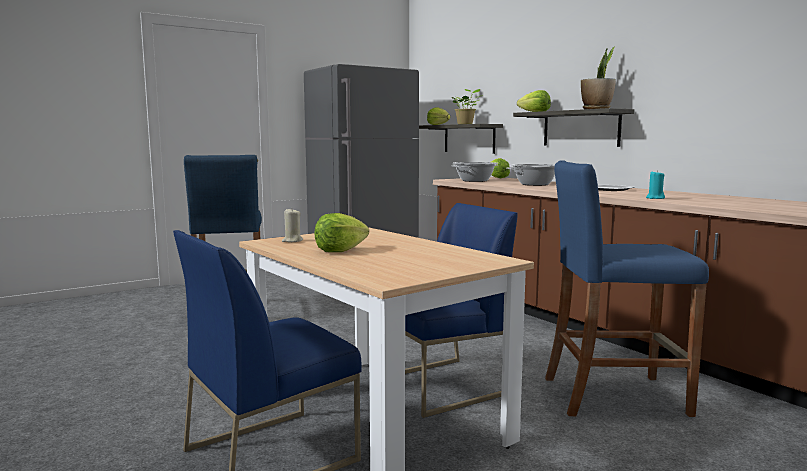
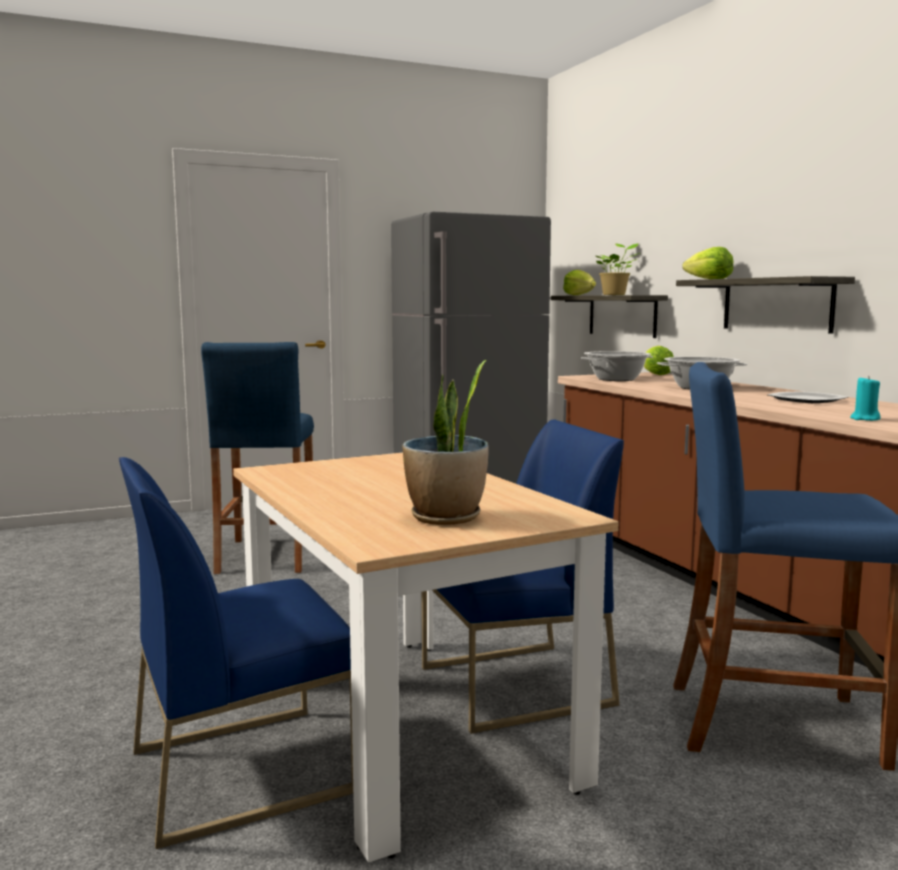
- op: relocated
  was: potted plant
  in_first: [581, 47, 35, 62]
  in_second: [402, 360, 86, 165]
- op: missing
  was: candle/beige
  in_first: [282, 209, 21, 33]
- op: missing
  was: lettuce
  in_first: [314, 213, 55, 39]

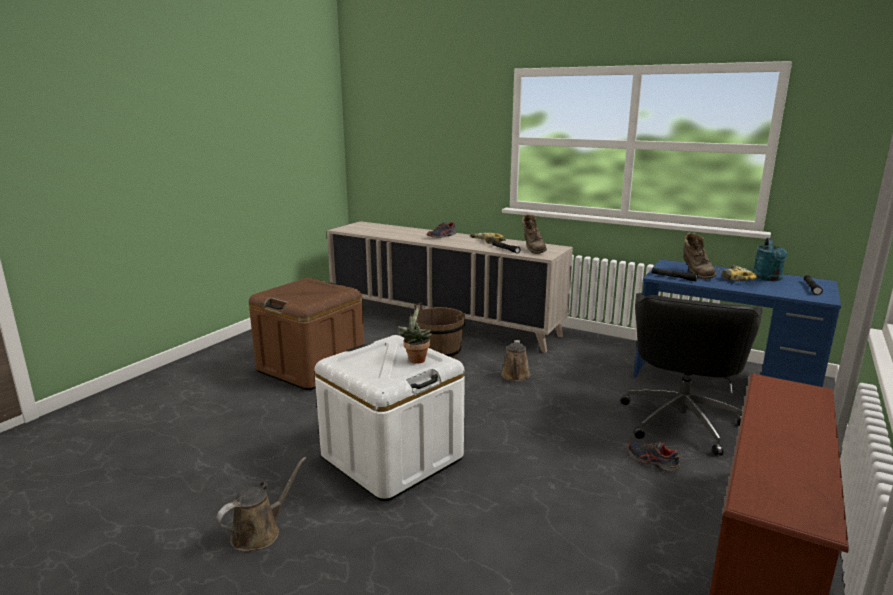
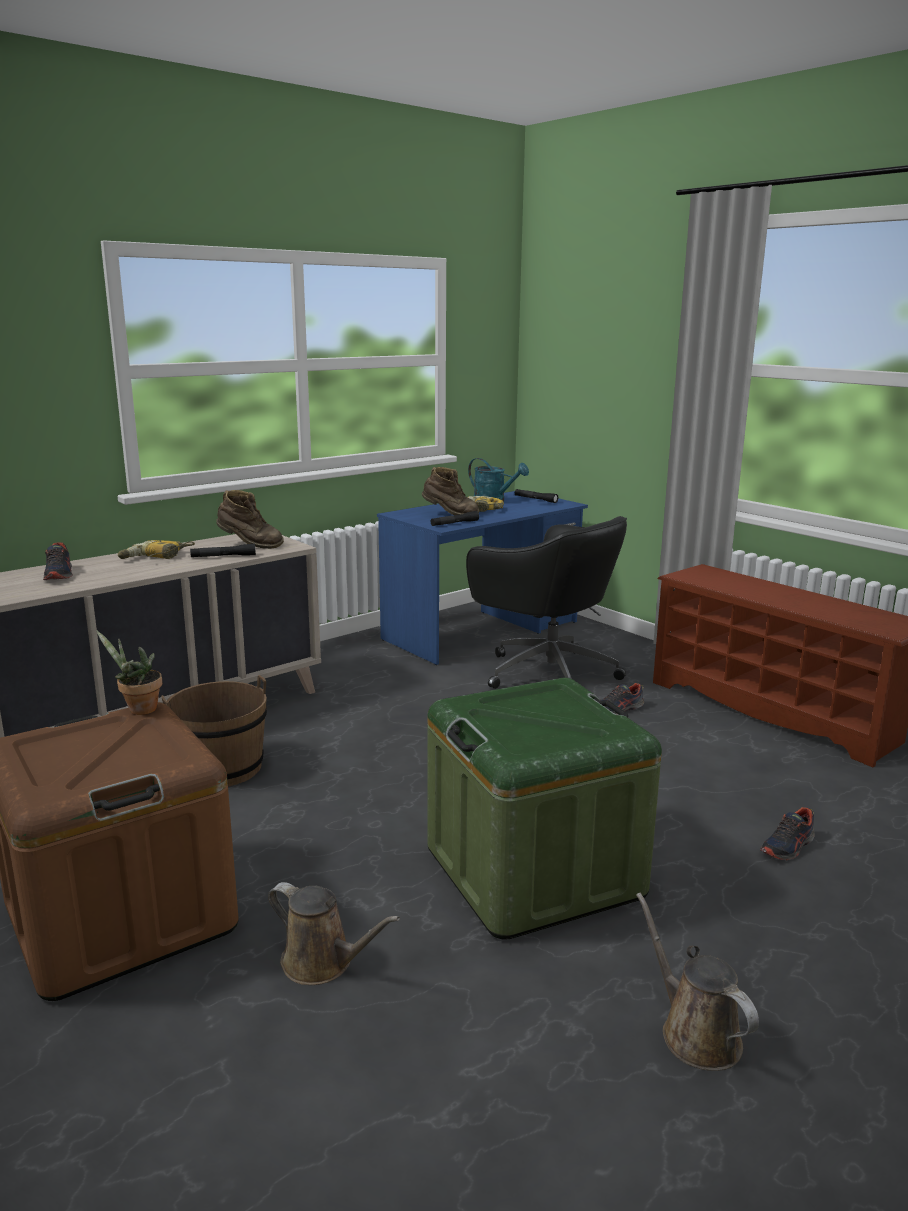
- op: relocated
  was: potted plant
  in_first: [397, 305, 35, 59]
  in_second: [96, 630, 66, 85]
- op: relocated
  was: watering can/brown
  in_first: [501, 340, 29, 41]
  in_second: [268, 882, 132, 103]
- op: colour
  was: storage box/white
  now: storage box/green
  in_first: [314, 335, 151, 166]
  in_second: [427, 678, 235, 262]
- op: appeared
  now: shoe
  in_second: [760, 807, 55, 53]

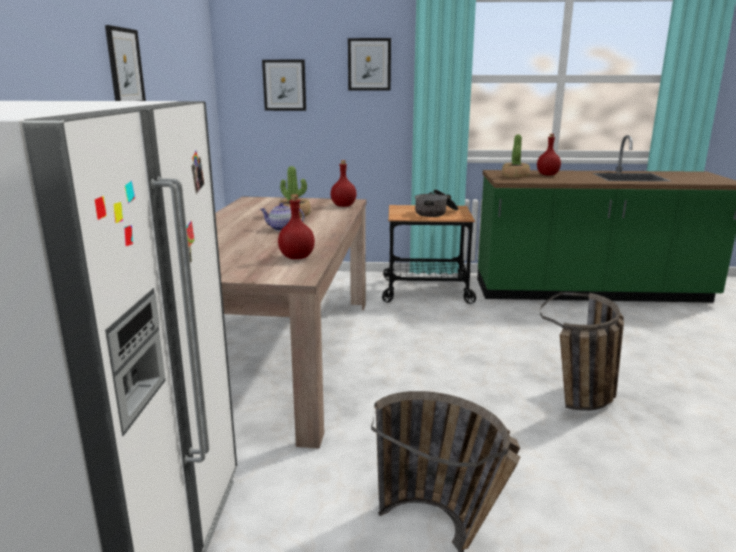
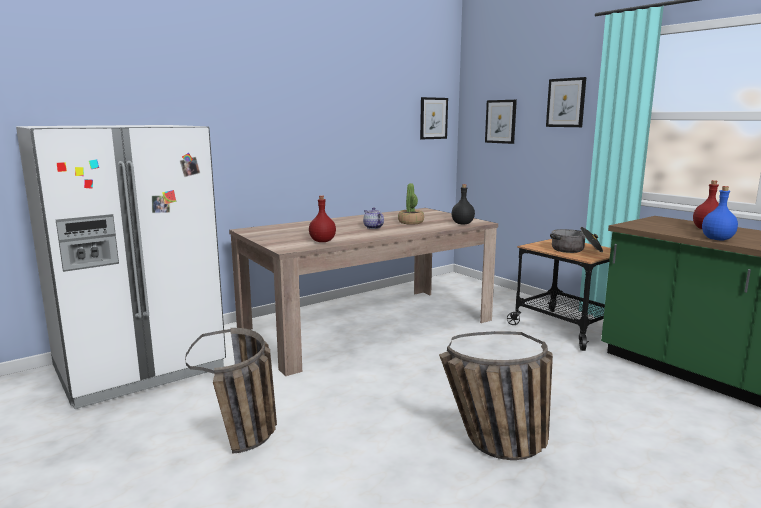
- op: relocated
  was: picture
  in_first: [105, 25, 41, 76]
  in_second: [420, 97, 28, 43]
- op: colour
  was: bottle/red
  now: bottle/black
  in_first: [331, 160, 26, 47]
  in_second: [451, 184, 24, 40]
- op: appeared
  now: bottle/blue
  in_second: [702, 186, 36, 54]
- op: missing
  was: potted plant
  in_first: [502, 134, 28, 44]

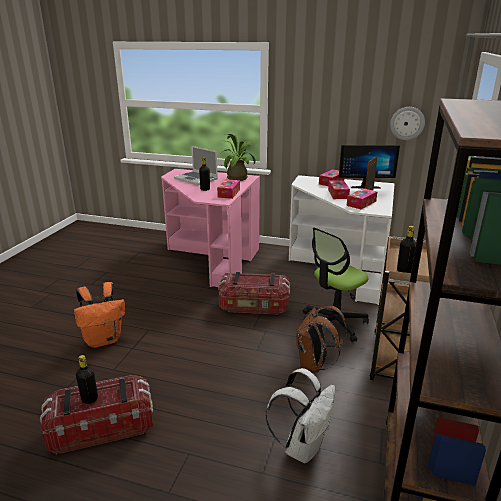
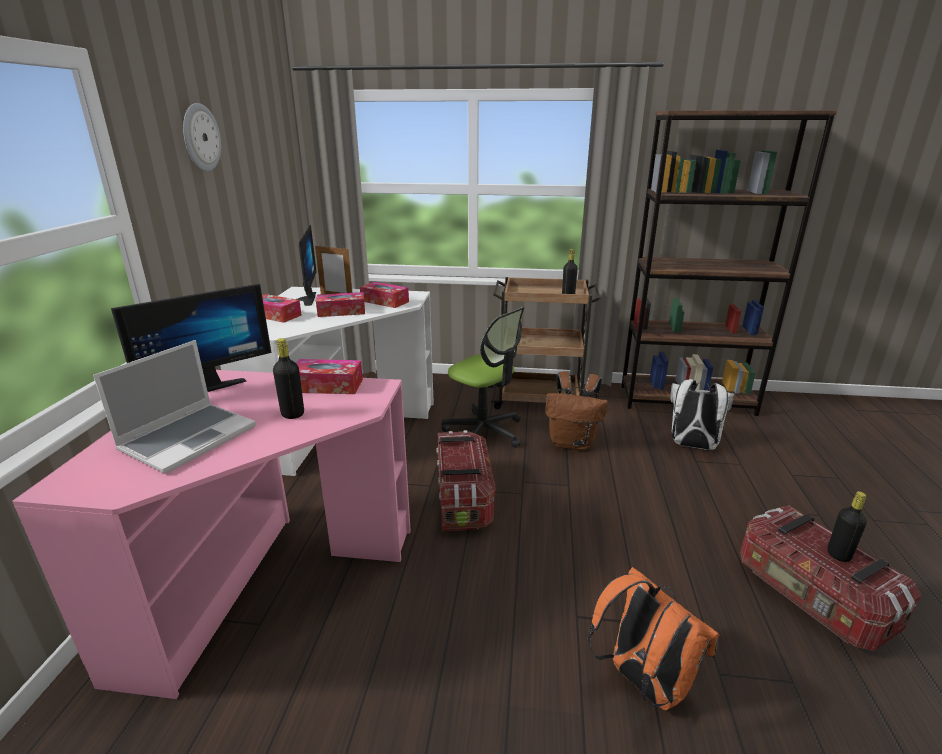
- op: exchanged
  was: potted plant
  now: monitor
  in_first: [221, 134, 35, 47]
  in_second: [111, 284, 161, 108]
- op: relocated
  was: wall clock
  in_first: [390, 107, 35, 33]
  in_second: [183, 103, 38, 68]

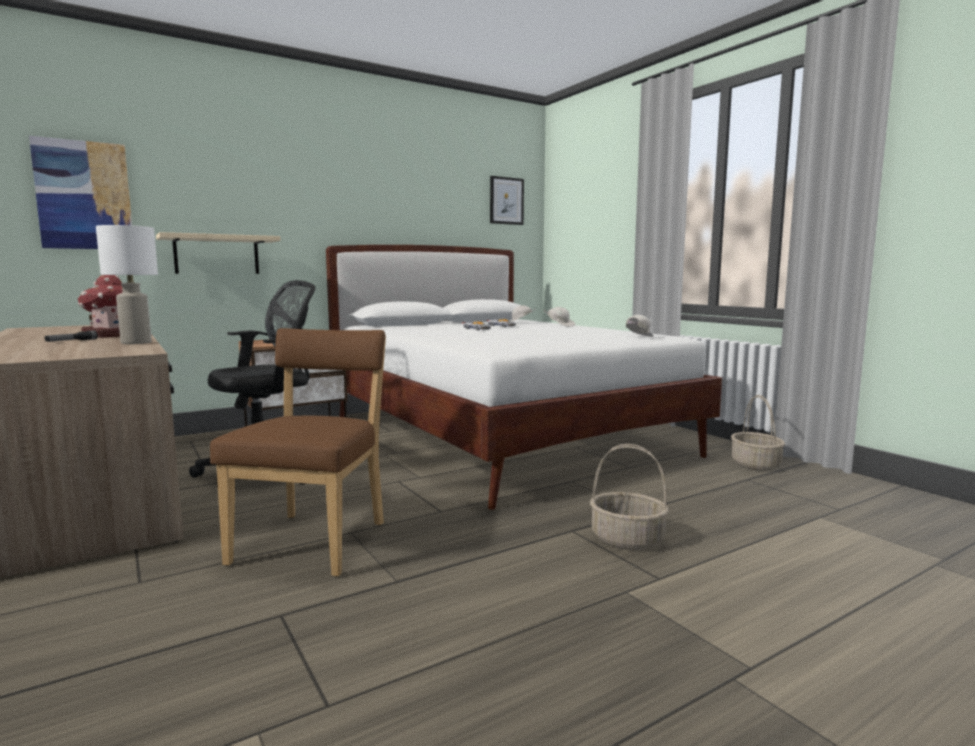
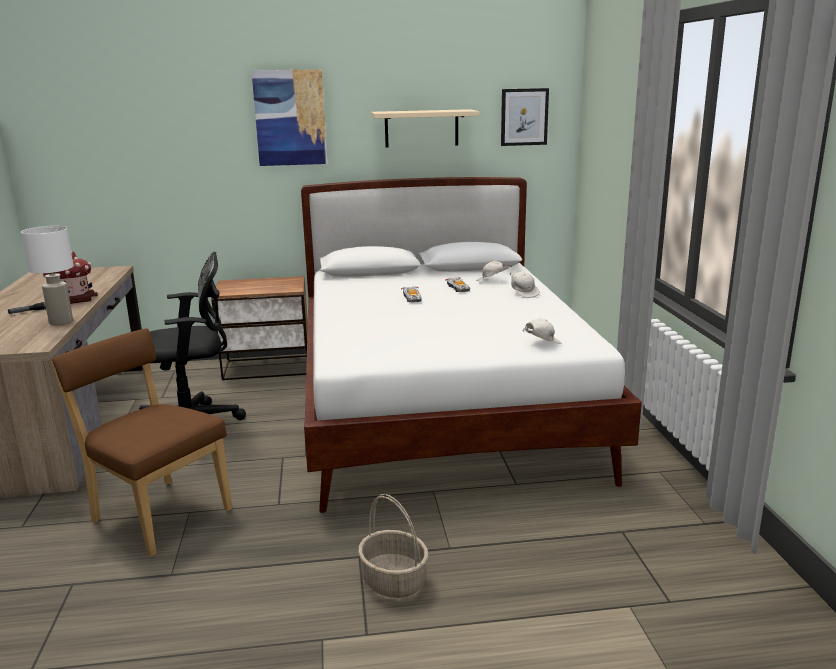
- op: spun
  was: chair/brown
  in_first: [210, 328, 176, 249]
  in_second: [51, 328, 181, 229]
  clockwise: -90
- op: relocated
  was: picture
  in_first: [29, 136, 103, 113]
  in_second: [252, 69, 75, 97]
- op: relocated
  was: shelf/beige
  in_first: [156, 232, 125, 42]
  in_second: [371, 109, 108, 39]
- op: missing
  was: basket
  in_first: [731, 395, 54, 76]

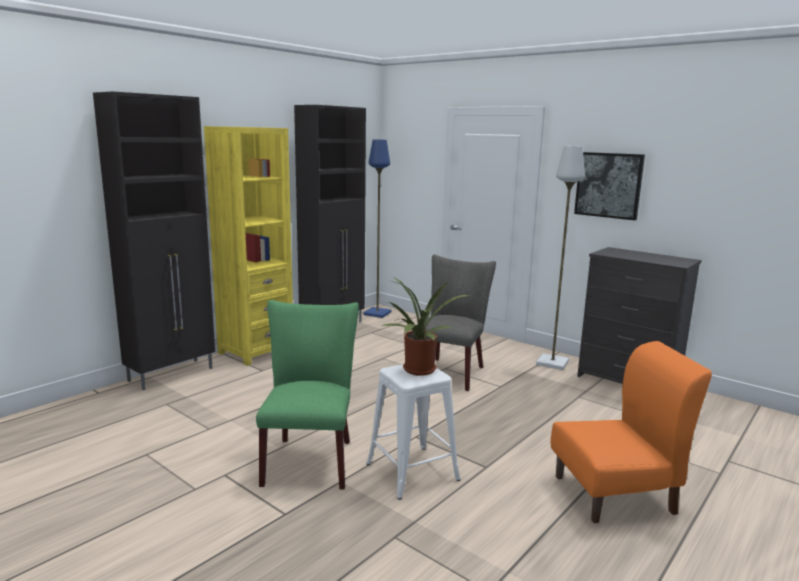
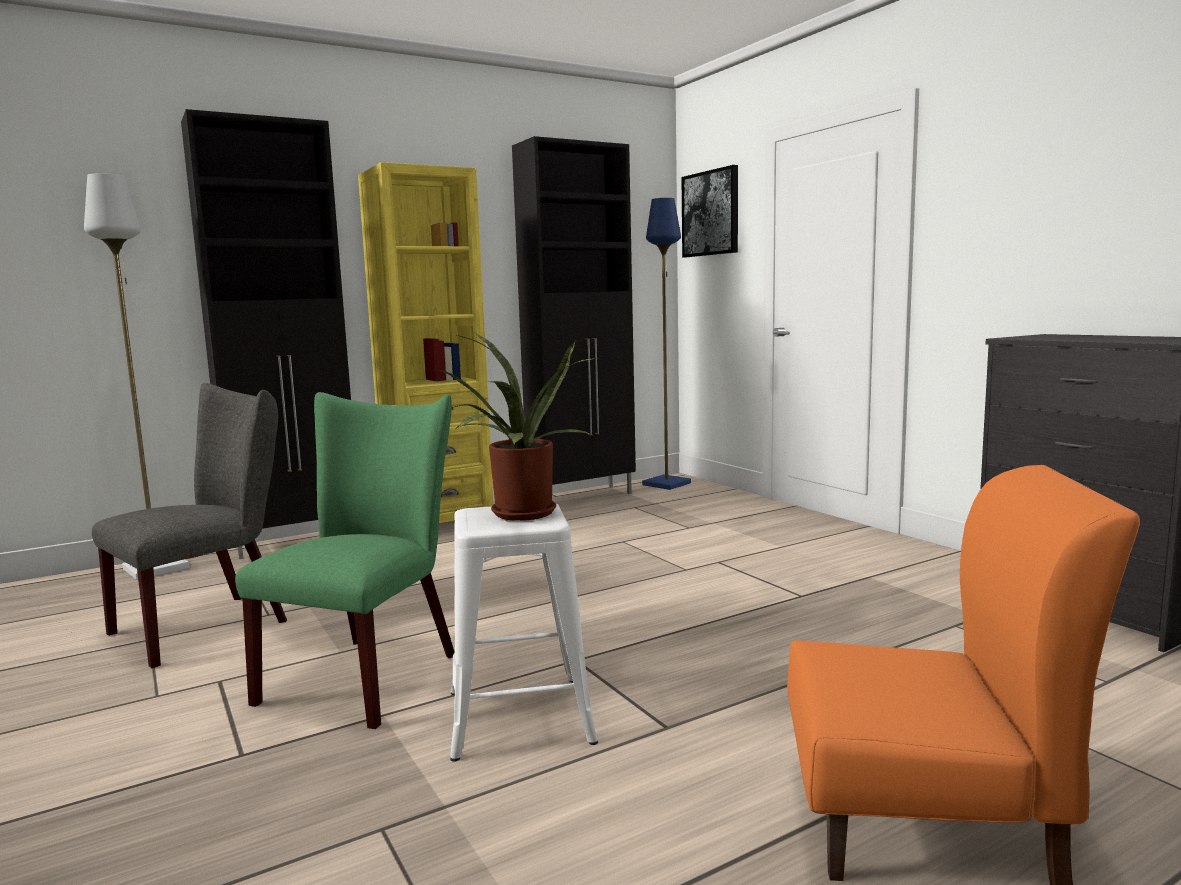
- op: relocated
  was: floor lamp/grey
  in_first: [536, 146, 49, 224]
  in_second: [84, 173, 105, 407]
- op: relocated
  was: chair/grey
  in_first: [425, 254, 71, 137]
  in_second: [92, 383, 195, 285]
- op: relocated
  was: picture
  in_first: [574, 152, 71, 68]
  in_second: [682, 165, 56, 92]

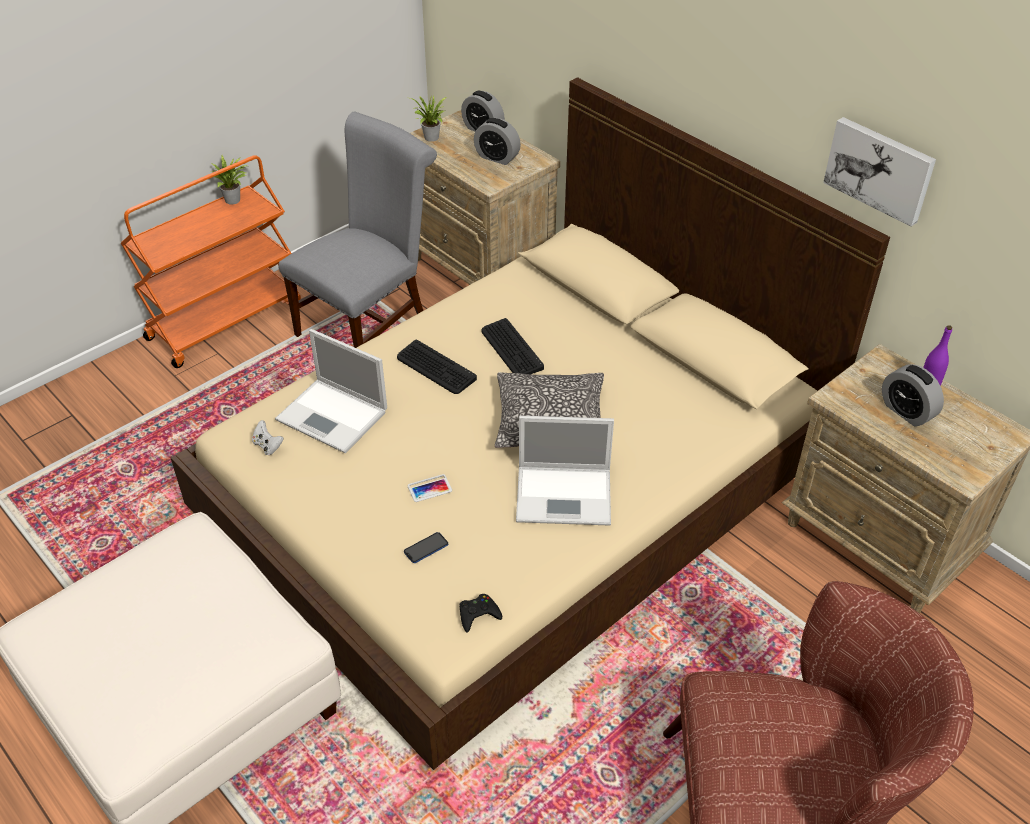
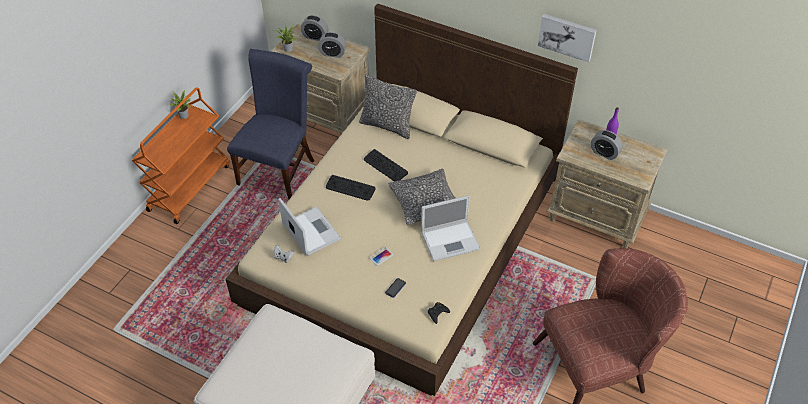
- op: colour
  was: chair/grey
  now: chair/blue
  in_first: [278, 111, 159, 237]
  in_second: [227, 49, 87, 151]
- op: spun
  was: laptop
  in_first: [275, 329, 112, 124]
  in_second: [278, 198, 63, 58]
  clockwise: -135
- op: appeared
  now: pillow
  in_second: [359, 75, 58, 64]

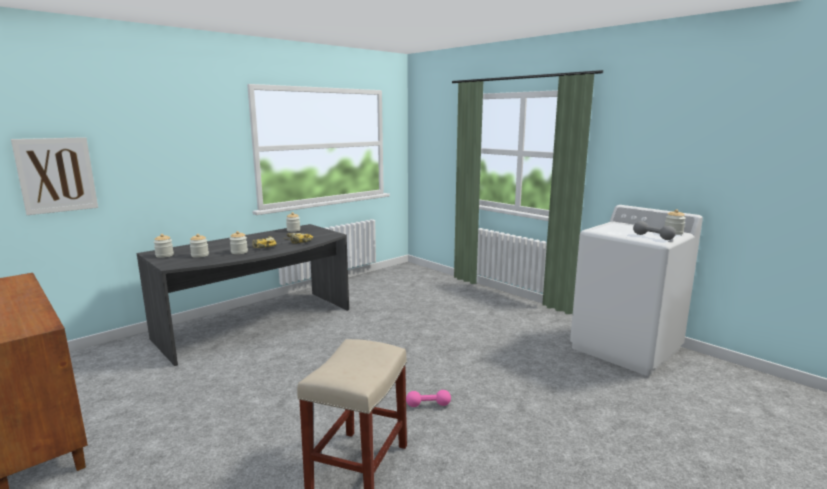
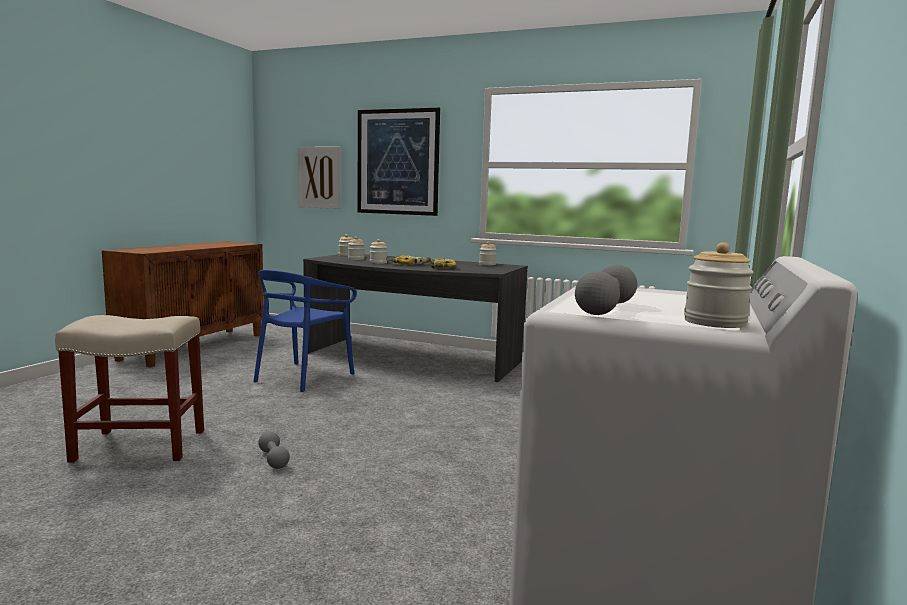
- op: appeared
  now: chair/blue
  in_second: [253, 270, 104, 122]
- op: colour
  was: dumbbell/pink
  now: dumbbell/grey
  in_first: [406, 390, 45, 17]
  in_second: [258, 432, 32, 37]
- op: appeared
  now: picture
  in_second: [357, 108, 83, 108]

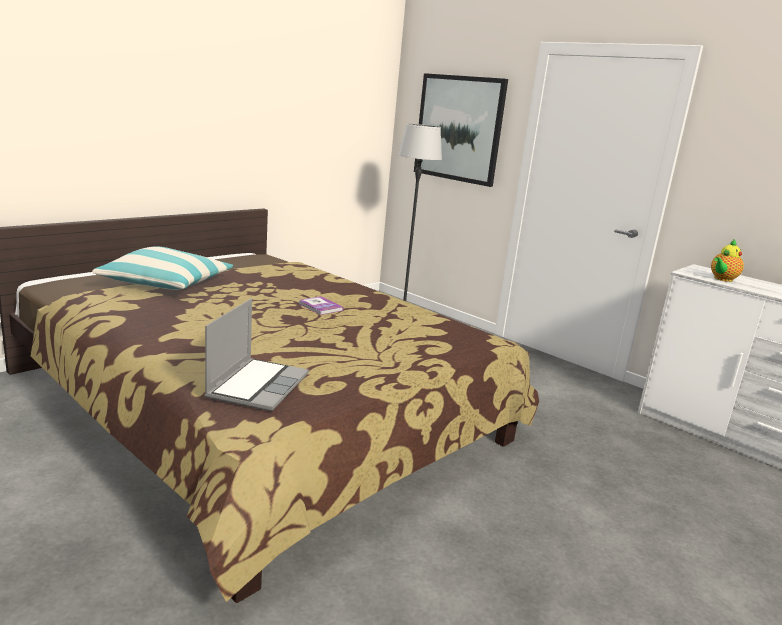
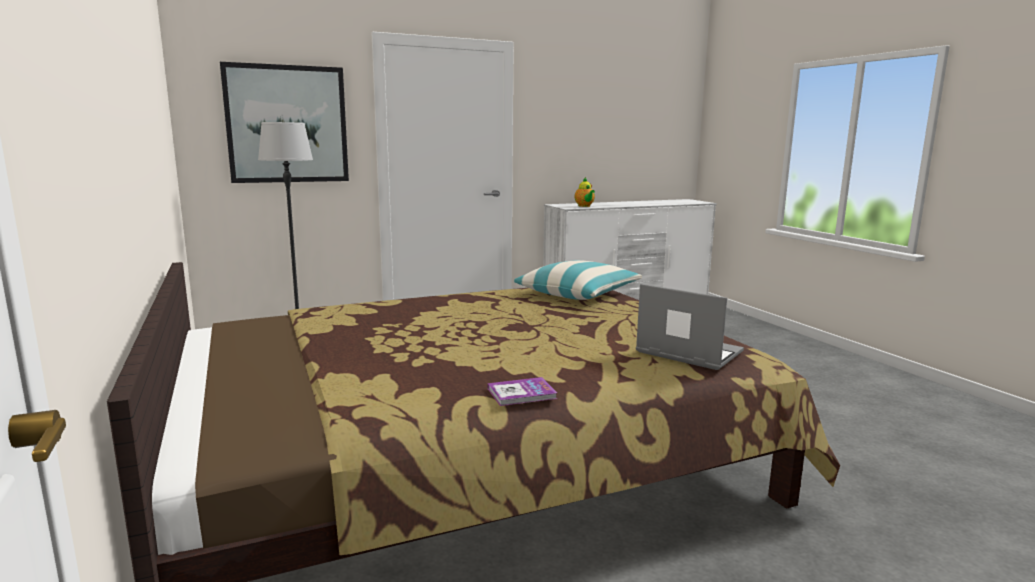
- op: relocated
  was: book
  in_first: [299, 296, 45, 19]
  in_second: [488, 377, 69, 29]
- op: relocated
  was: pillow
  in_first: [92, 246, 141, 44]
  in_second: [514, 260, 128, 40]

